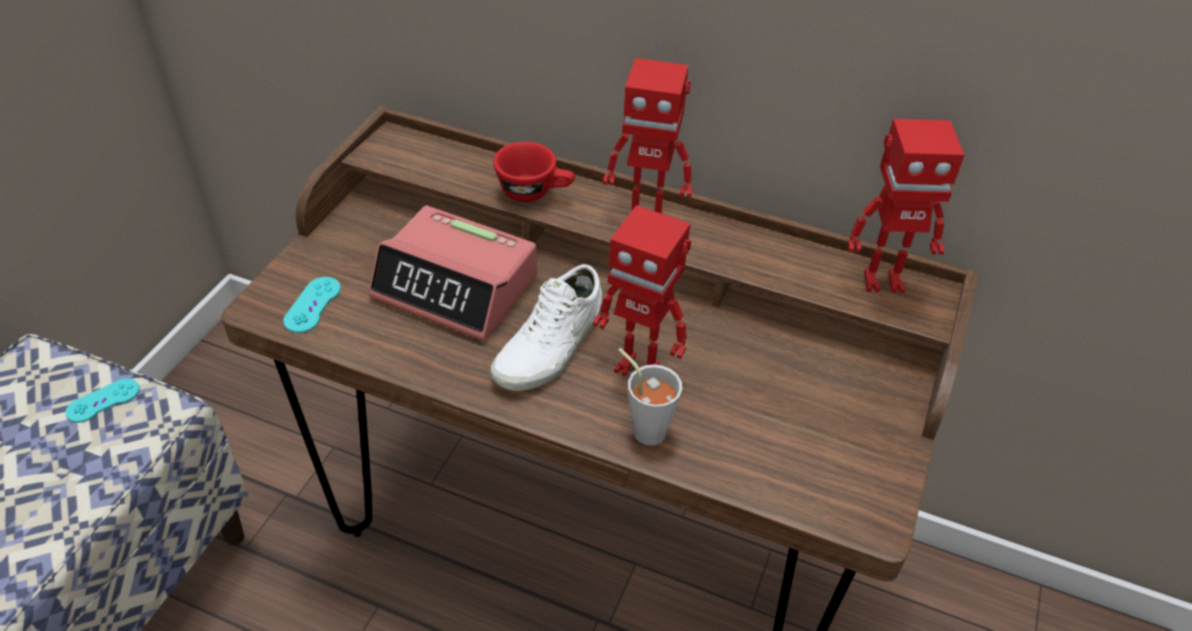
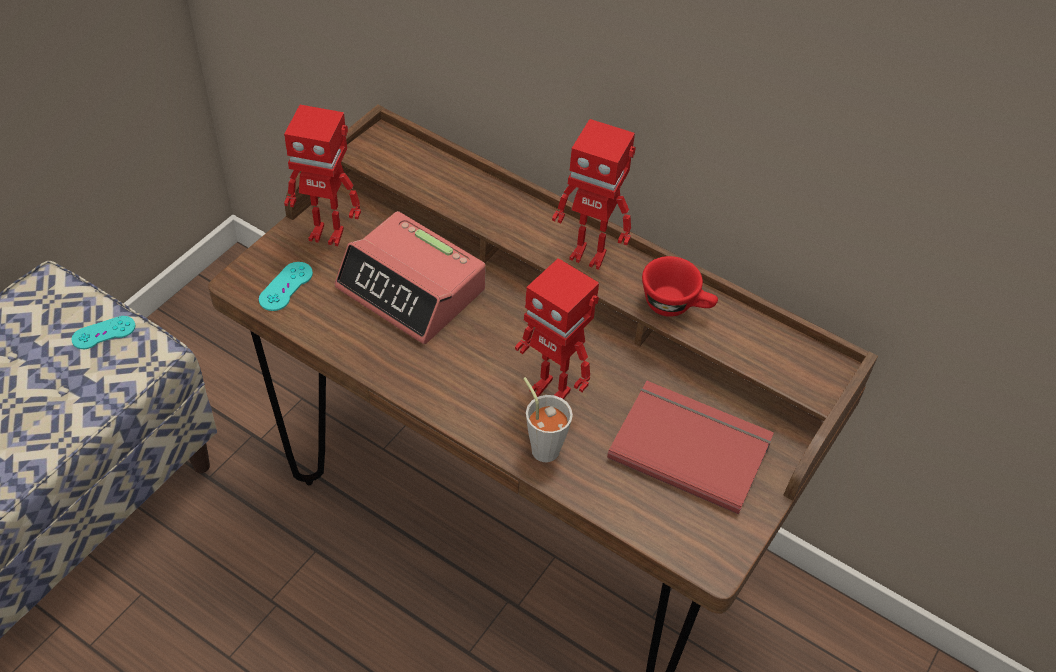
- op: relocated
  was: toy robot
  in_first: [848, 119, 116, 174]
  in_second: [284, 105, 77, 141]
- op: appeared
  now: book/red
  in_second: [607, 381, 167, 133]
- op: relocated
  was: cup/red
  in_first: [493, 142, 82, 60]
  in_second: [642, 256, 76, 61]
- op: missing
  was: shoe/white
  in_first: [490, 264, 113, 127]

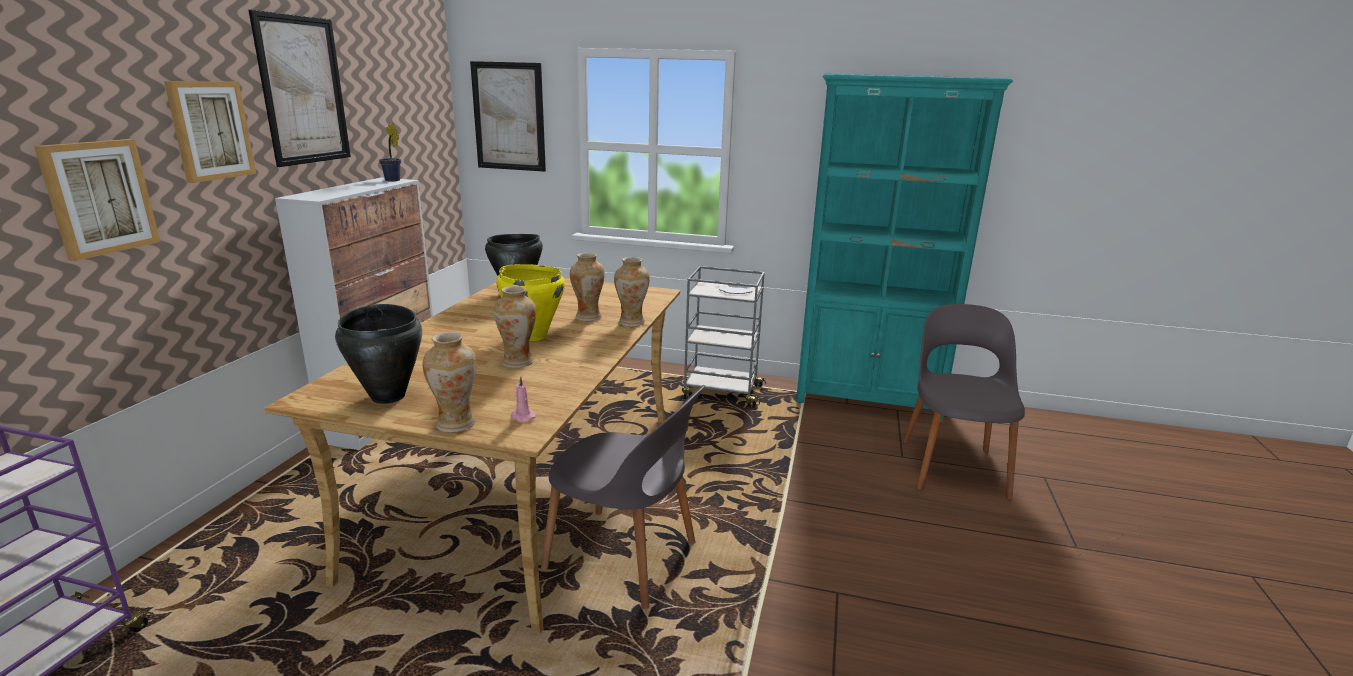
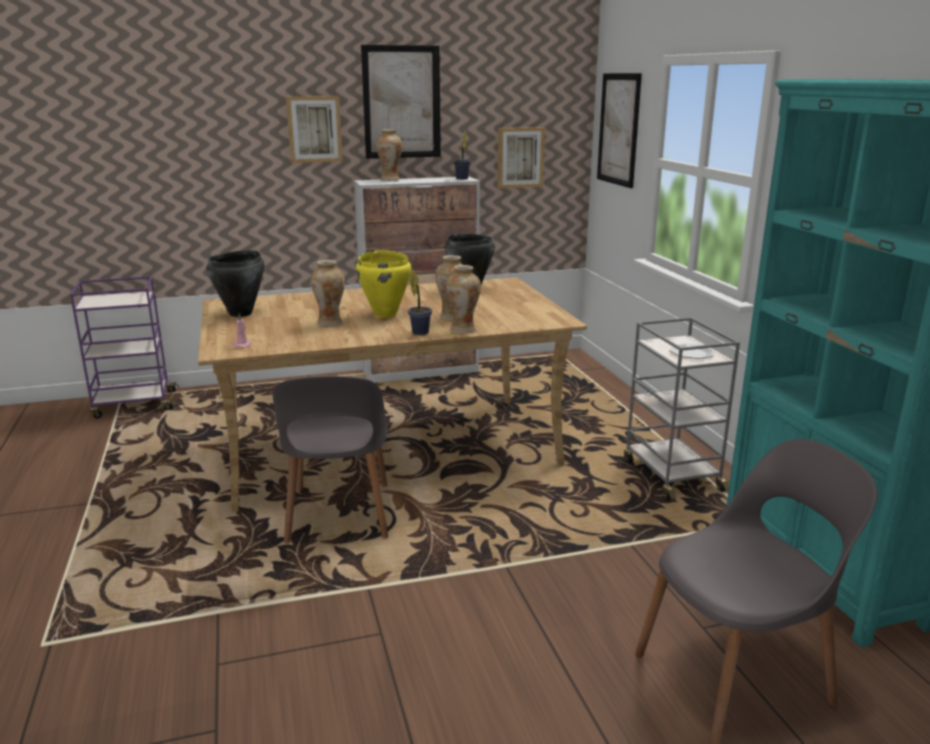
- op: relocated
  was: vase
  in_first: [423, 332, 54, 101]
  in_second: [376, 129, 26, 52]
- op: appeared
  now: potted plant
  in_second: [408, 269, 24, 66]
- op: relocated
  was: picture
  in_first: [34, 139, 126, 122]
  in_second: [497, 127, 48, 61]

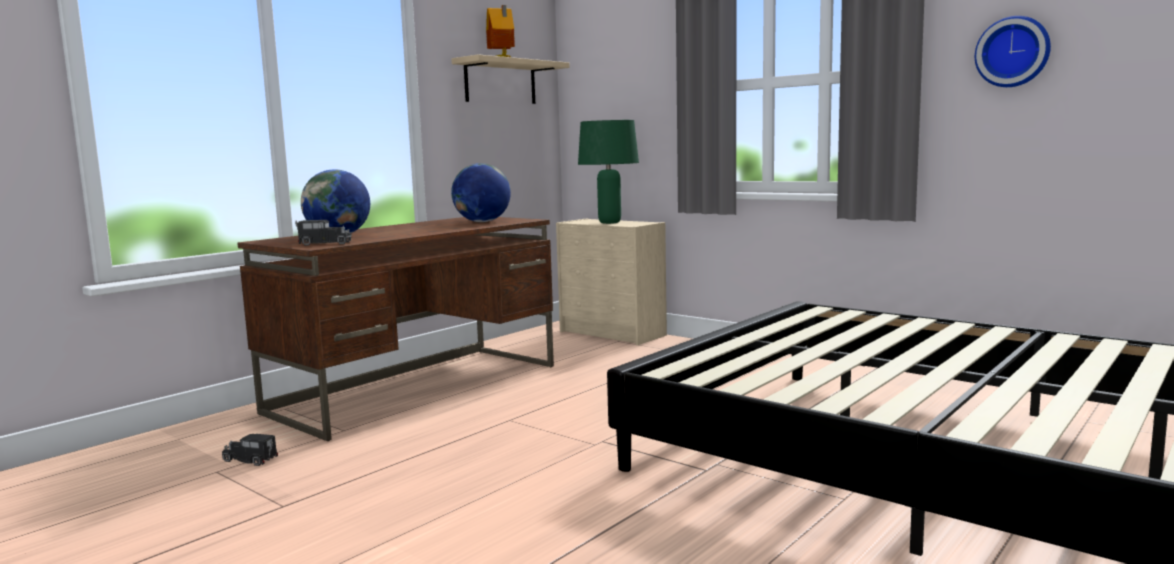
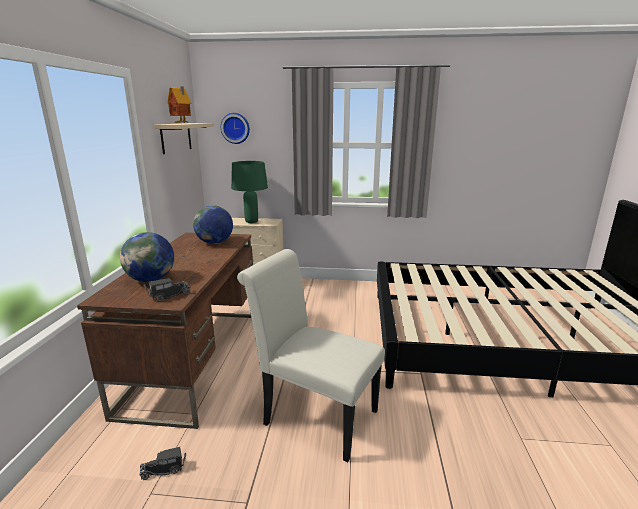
- op: relocated
  was: wall clock
  in_first: [975, 16, 76, 71]
  in_second: [221, 113, 29, 31]
- op: appeared
  now: chair/white
  in_second: [237, 249, 148, 213]

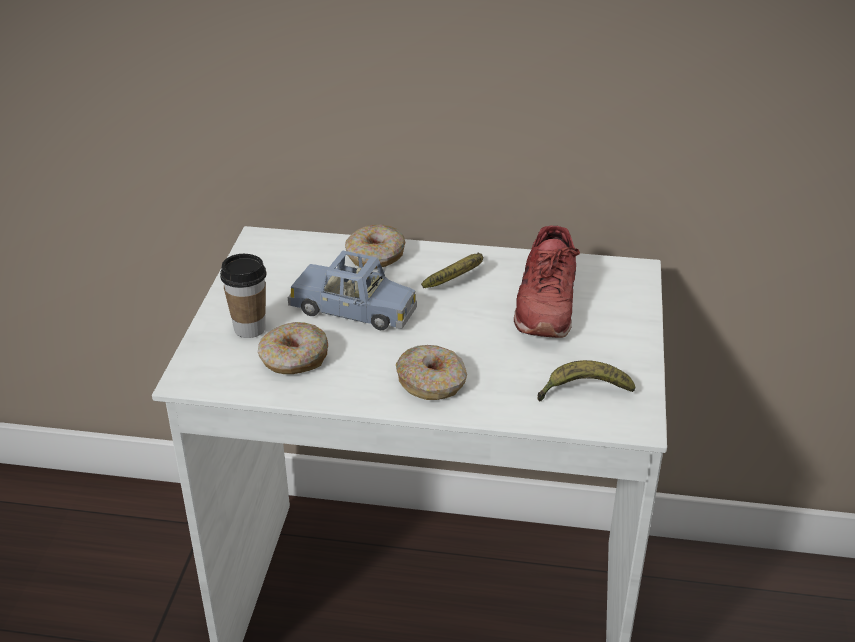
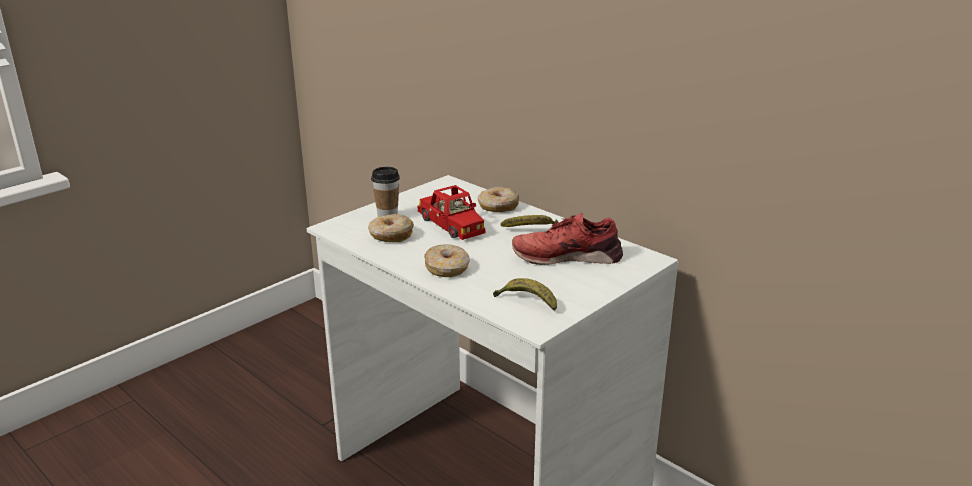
- op: colour
  was: toy car/blue
  now: toy car/red
  in_first: [288, 251, 129, 79]
  in_second: [418, 185, 67, 55]
- op: spun
  was: shoe/red
  in_first: [514, 225, 66, 113]
  in_second: [512, 213, 111, 52]
  clockwise: 45

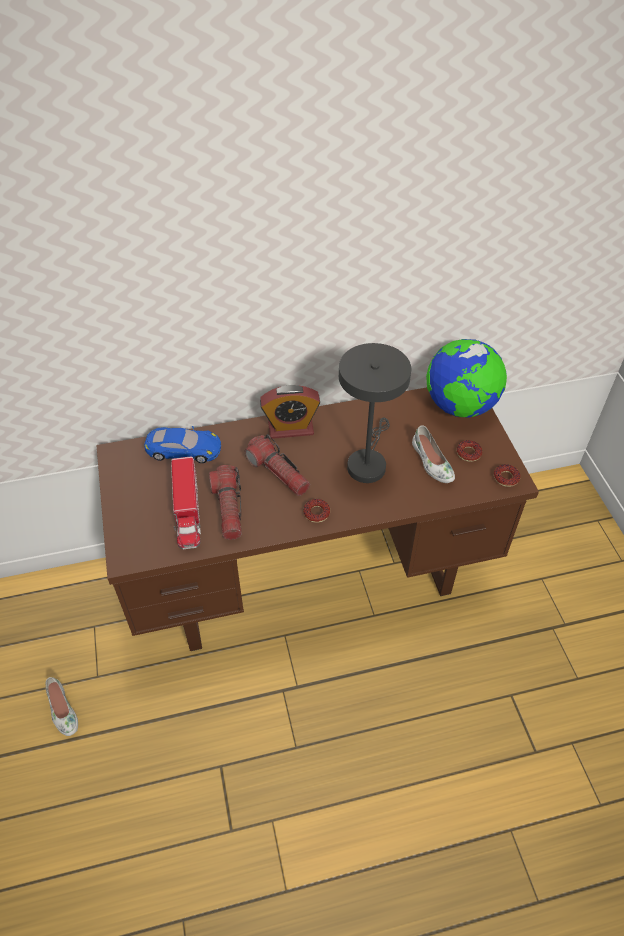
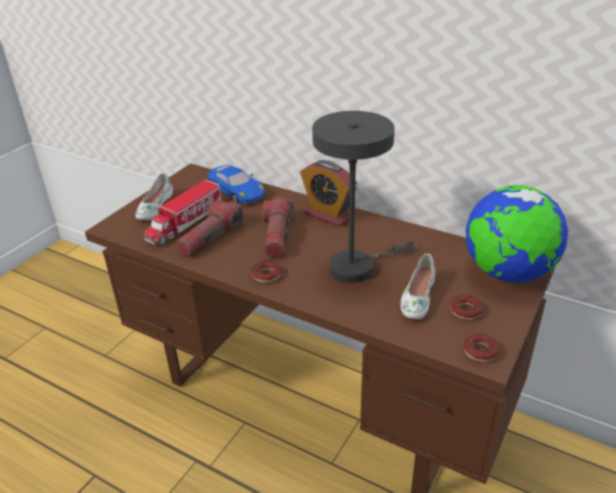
- op: relocated
  was: shoe/white
  in_first: [46, 677, 32, 59]
  in_second: [135, 173, 38, 47]

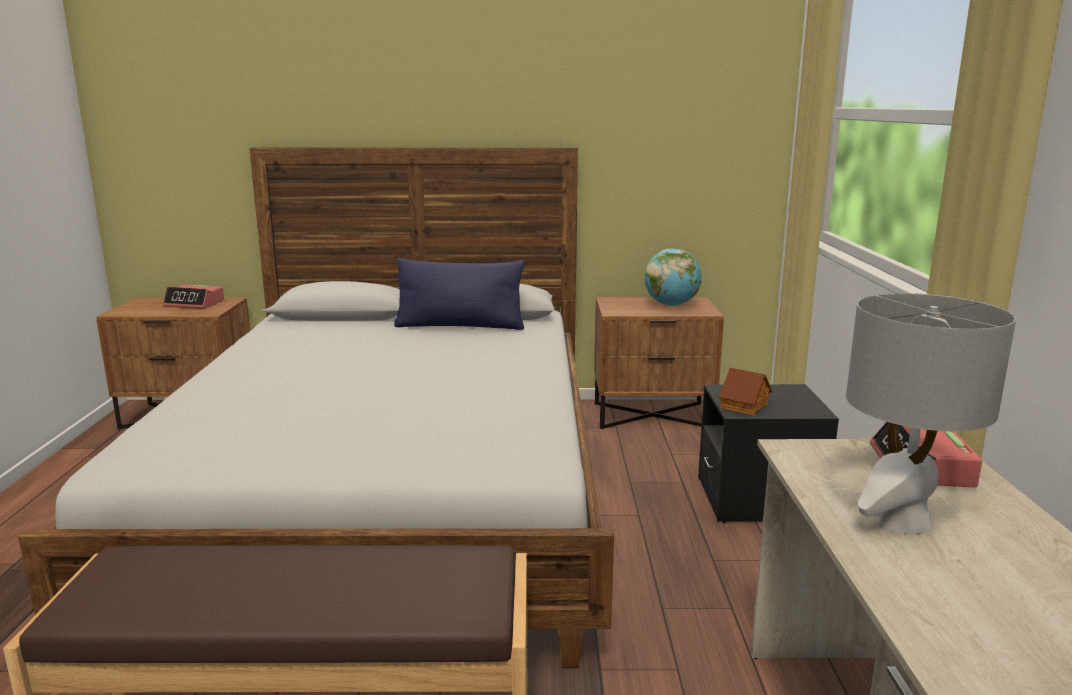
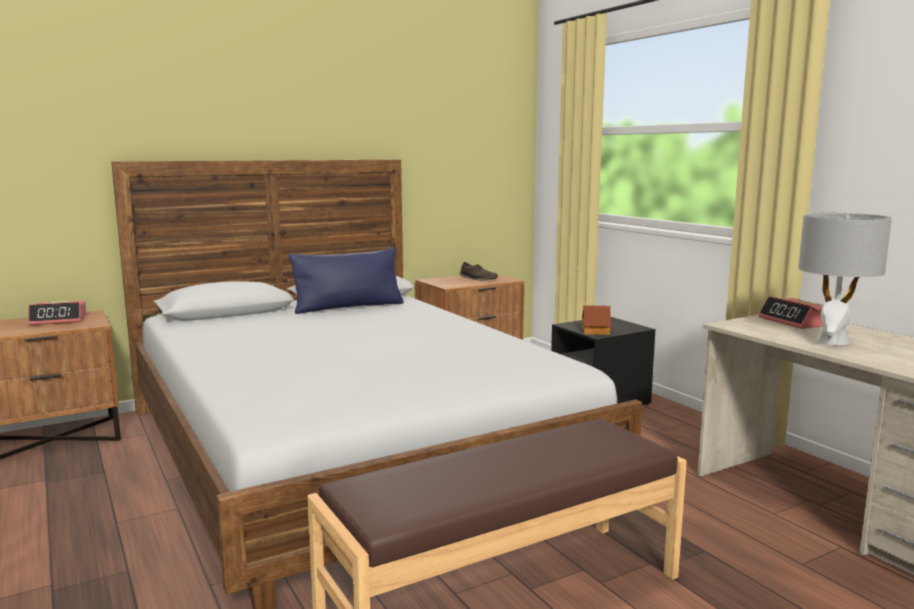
- op: exchanged
  was: globe
  now: shoe/brown
  in_first: [644, 249, 58, 57]
  in_second: [460, 262, 38, 18]

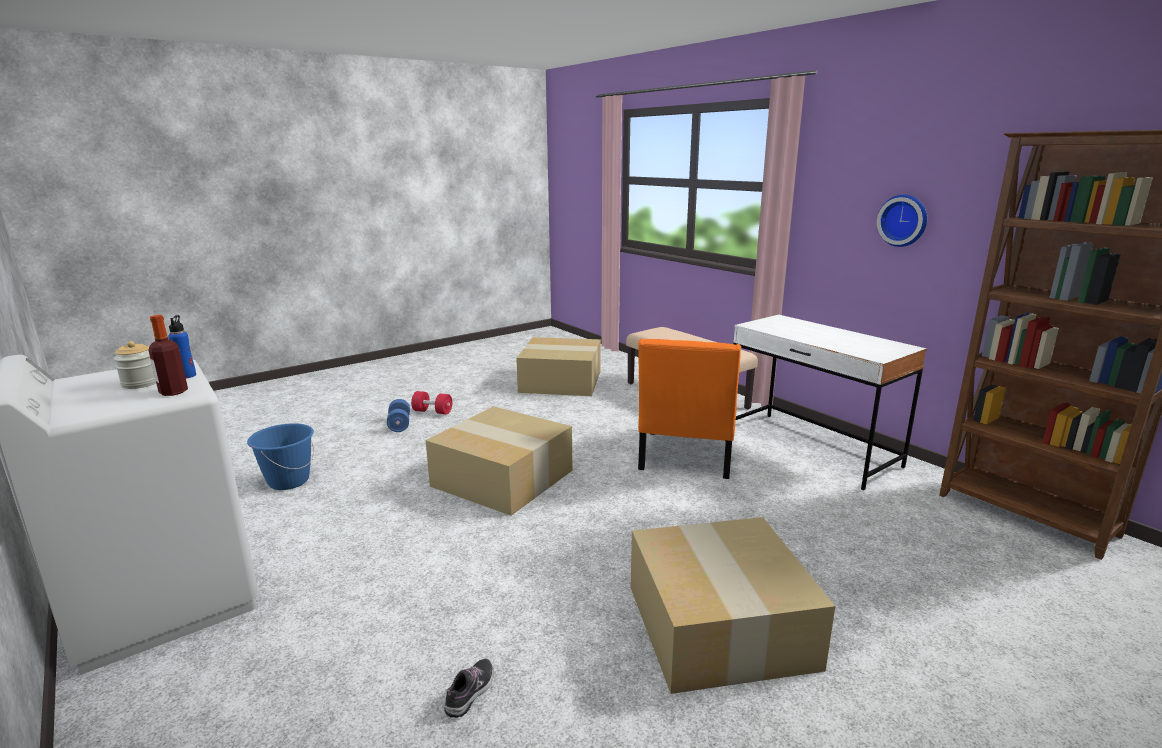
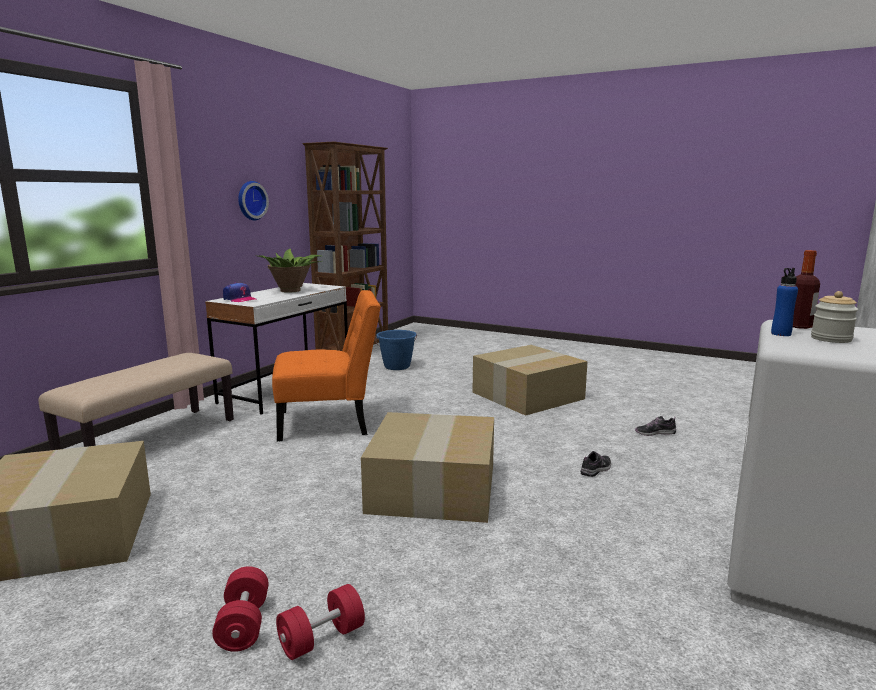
- op: appeared
  now: cap
  in_second: [223, 282, 33, 20]
- op: appeared
  now: potted plant
  in_second: [258, 249, 64, 44]
- op: colour
  was: dumbbell/blue
  now: dumbbell/red
  in_first: [387, 399, 23, 33]
  in_second: [276, 584, 89, 76]
- op: relocated
  was: bucket/blue
  in_first: [247, 423, 67, 67]
  in_second: [376, 330, 41, 40]
- op: appeared
  now: shoe
  in_second: [580, 451, 31, 26]

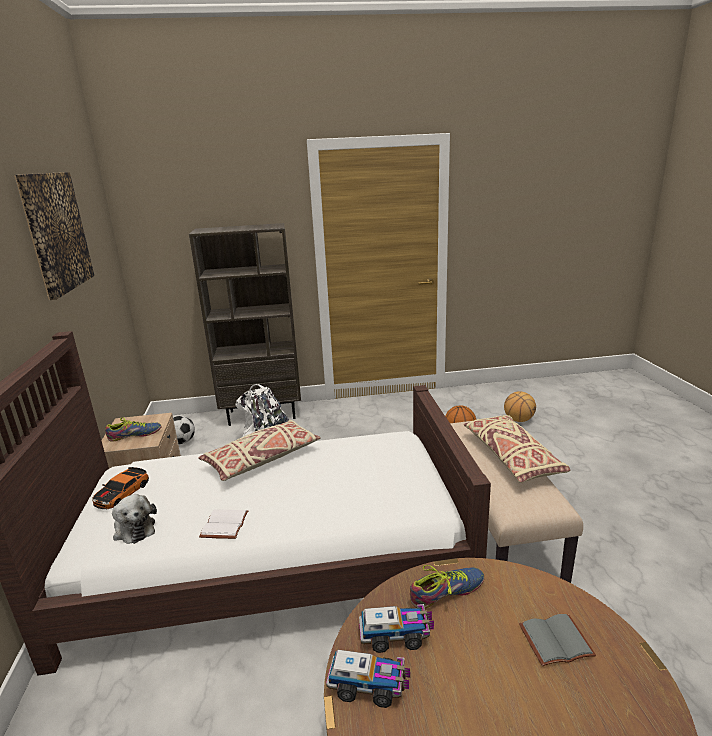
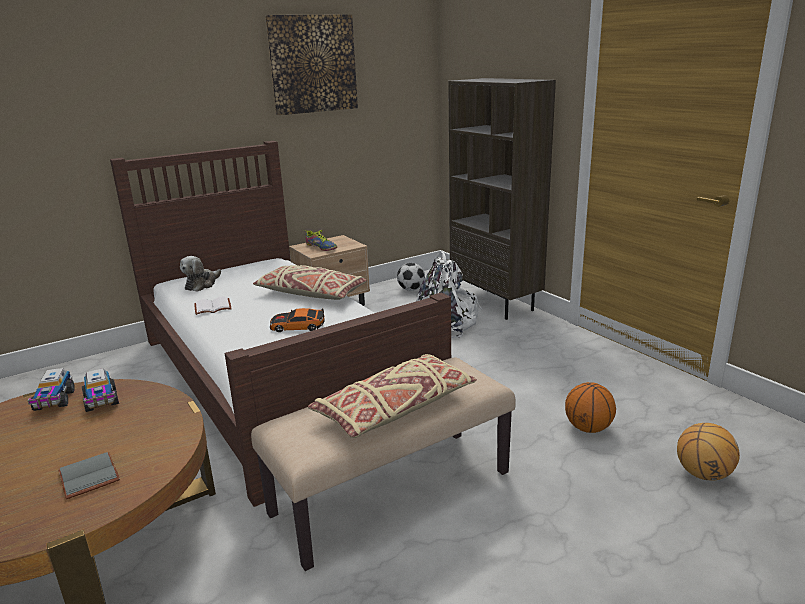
- op: relocated
  was: toy car
  in_first: [92, 467, 57, 42]
  in_second: [270, 308, 55, 24]
- op: missing
  was: shoe
  in_first: [410, 565, 74, 44]

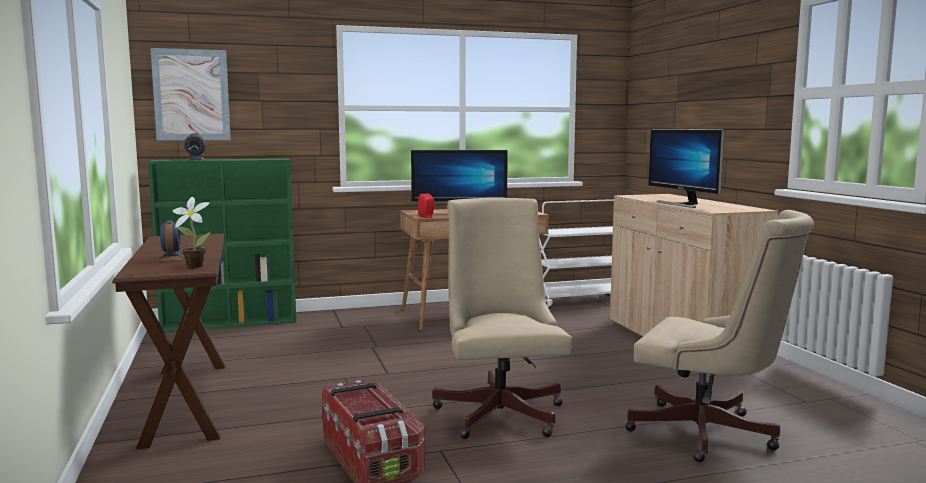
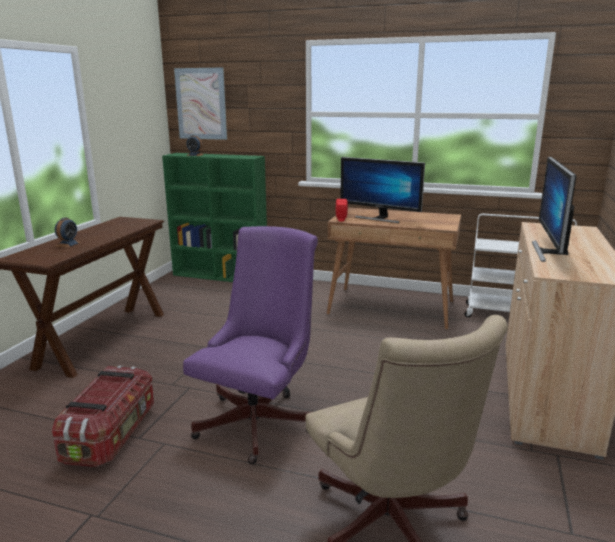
- op: colour
  was: office chair/beige
  now: office chair/purple
  in_first: [432, 198, 140, 241]
  in_second: [183, 226, 135, 238]
- op: missing
  was: potted plant
  in_first: [173, 196, 38, 72]

